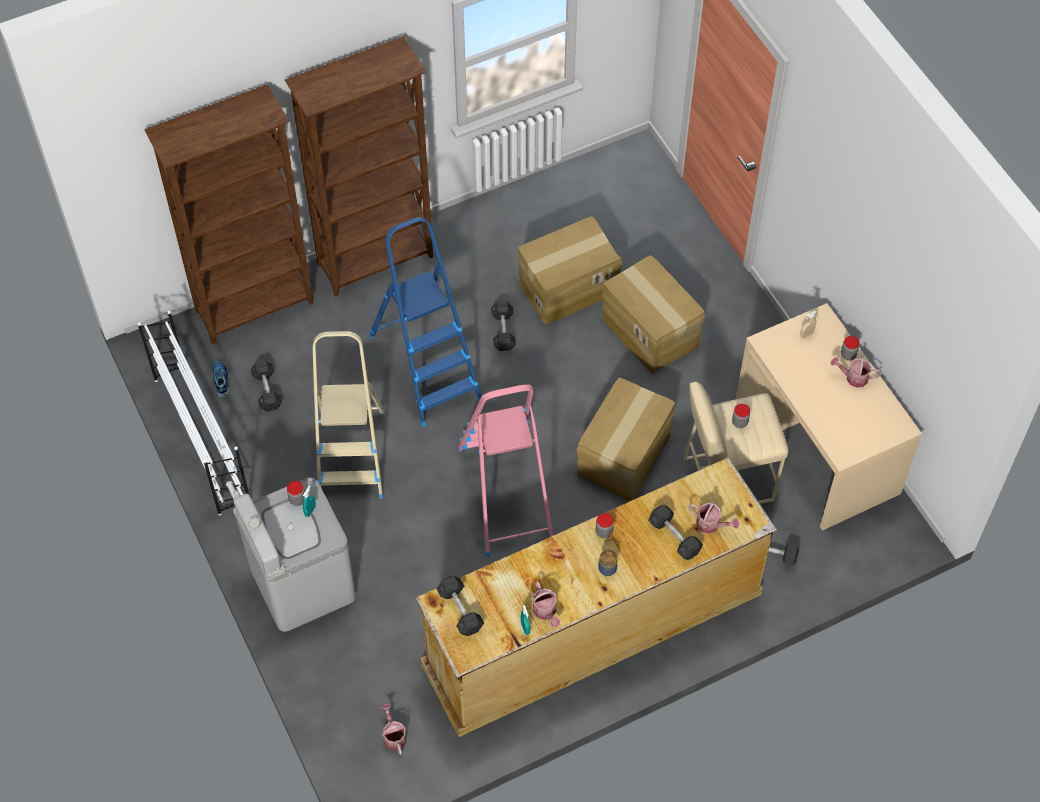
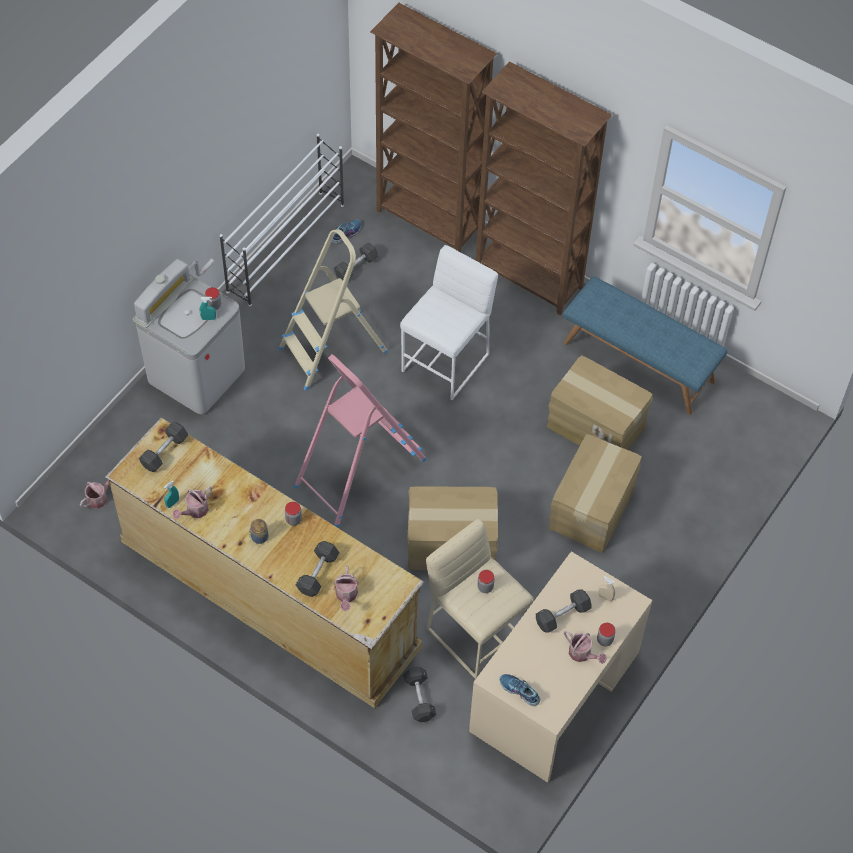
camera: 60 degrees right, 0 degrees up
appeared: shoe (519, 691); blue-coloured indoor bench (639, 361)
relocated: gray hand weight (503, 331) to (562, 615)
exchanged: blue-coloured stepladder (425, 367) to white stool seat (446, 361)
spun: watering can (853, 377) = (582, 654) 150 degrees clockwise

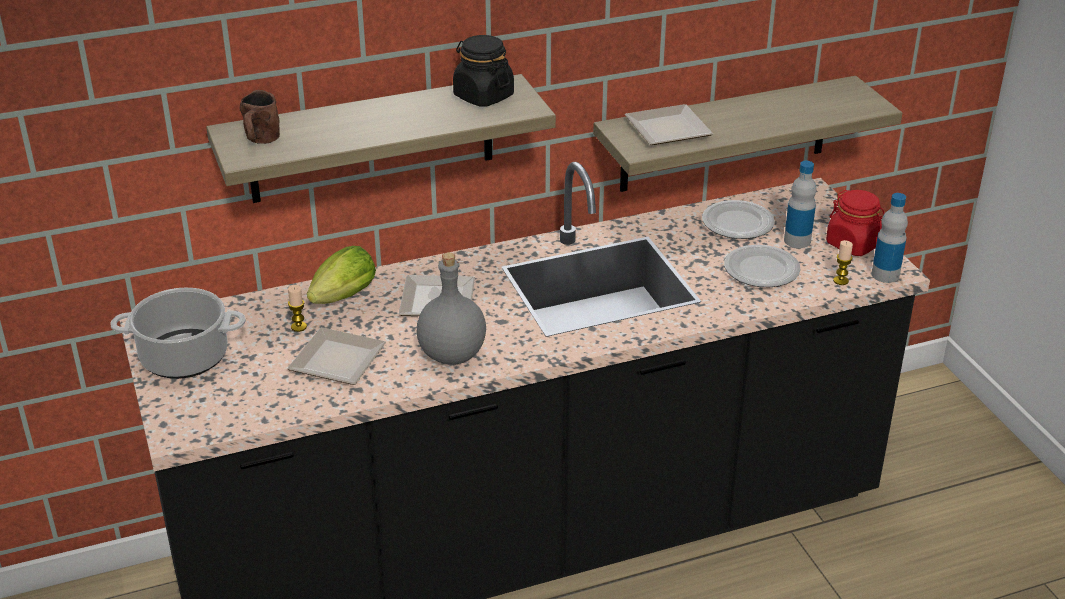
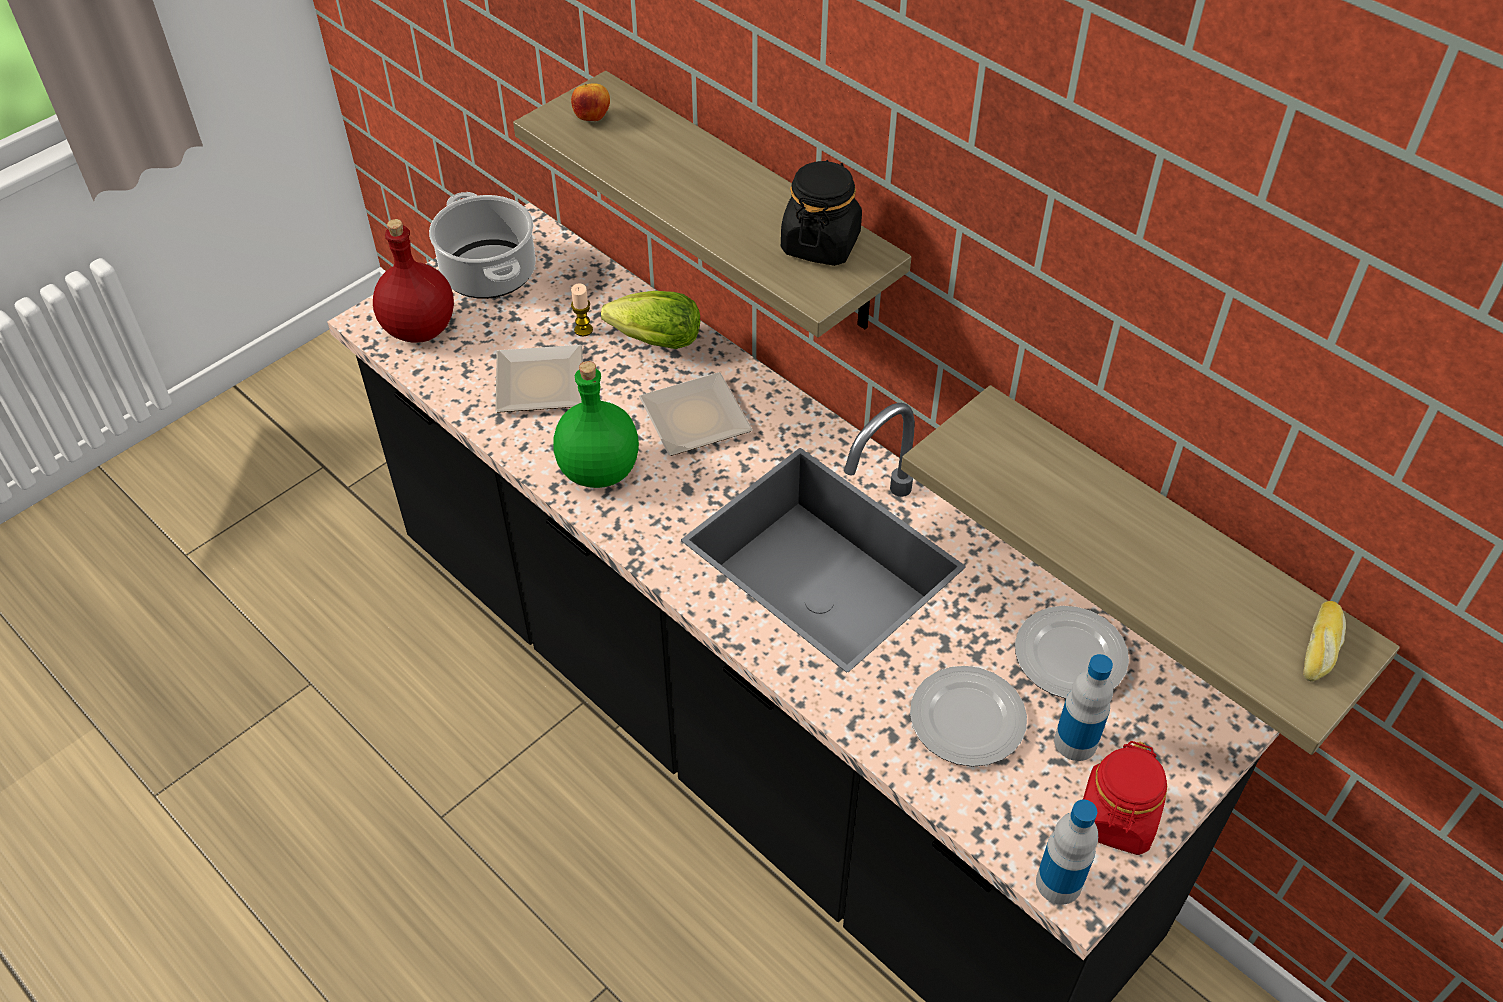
camera: 65 degrees right, 15 degrees up
missing: flat dish (669, 128); candle (840, 281)
appeared: red bottle (418, 328); bread (1322, 647)
exchanged: brown-coloured mug (260, 141) to apple fruit (592, 118)
colour: gray bottle (453, 354) to green-coloured bottle (600, 471)

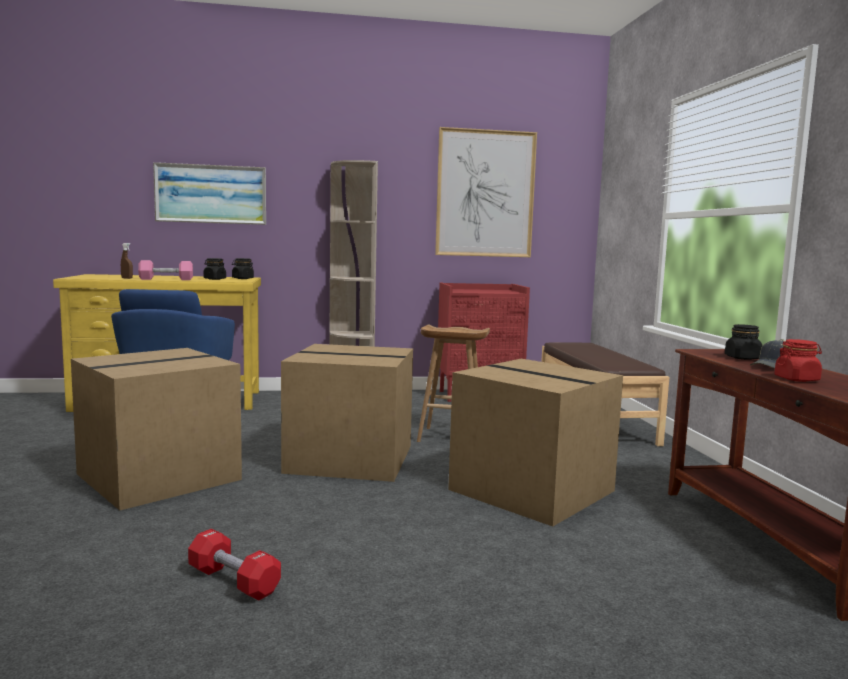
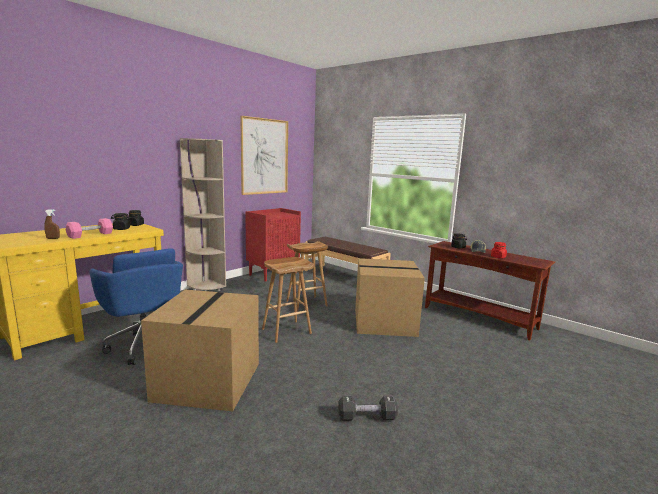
camera: 40 degrees left, 5 degrees up
missing: wall art (211, 194)
exchanged: cardboard box (352, 458) to brown-coloured stool seat (287, 331)
colour: red hand weight (234, 581) to black-coloured hand weight (367, 417)

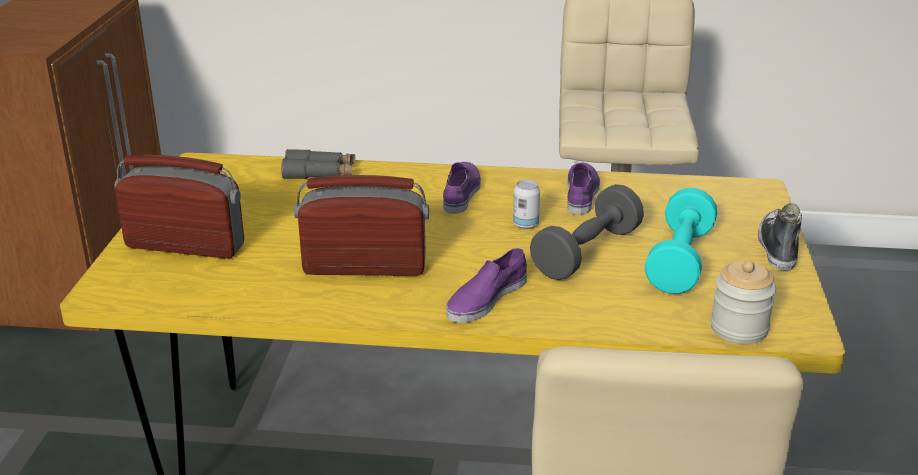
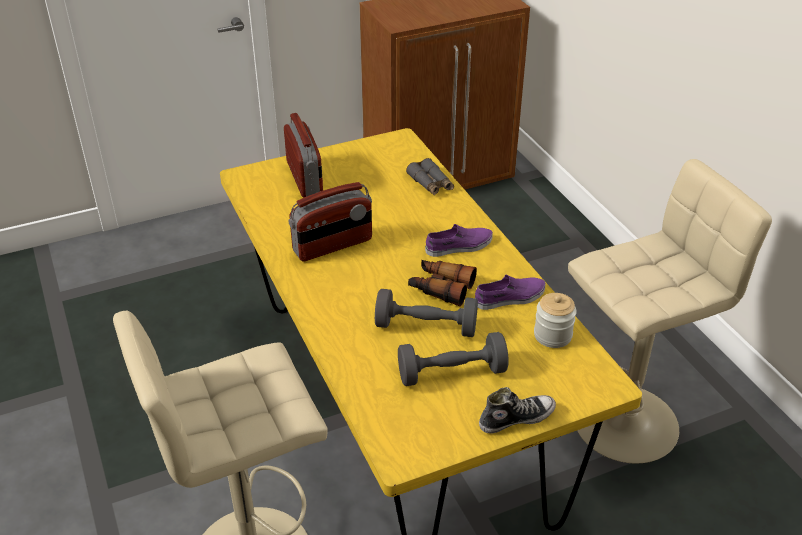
camera: 60 degrees right, 10 degrees up
missing: purple-coloured shoe (486, 298)
relocated: preserve jar (738, 329) to (552, 335)
exchanged: metal can (525, 224) to field glasses (440, 288)
colour: blue-green hand weight (679, 261) to gray hand weight (451, 373)
spun: radio set (364, 267) = (333, 246) 90 degrees clockwise

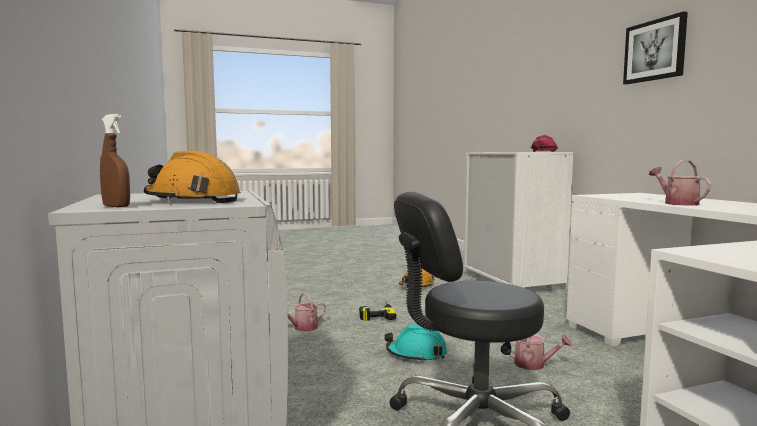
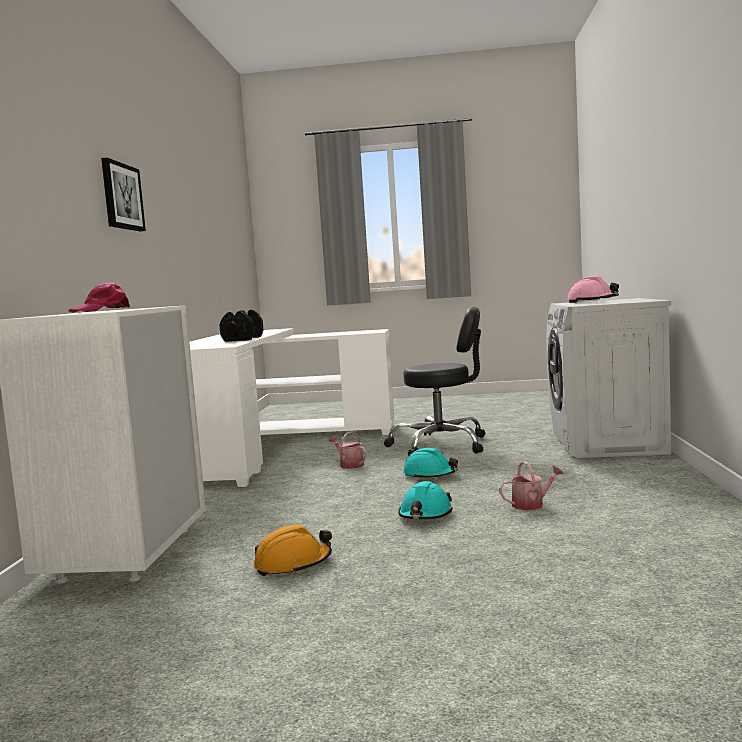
camera: 155 degrees left, 0 degrees up
missing: brown-coloured spray bottle (116, 206)
exchanged: watering can (677, 203) to black-coloured hand weight (242, 339); drill (376, 314) to blue-green hard hat (425, 515)
colour: orange-coloured hard hat (192, 200) to pink hard hat (592, 302)

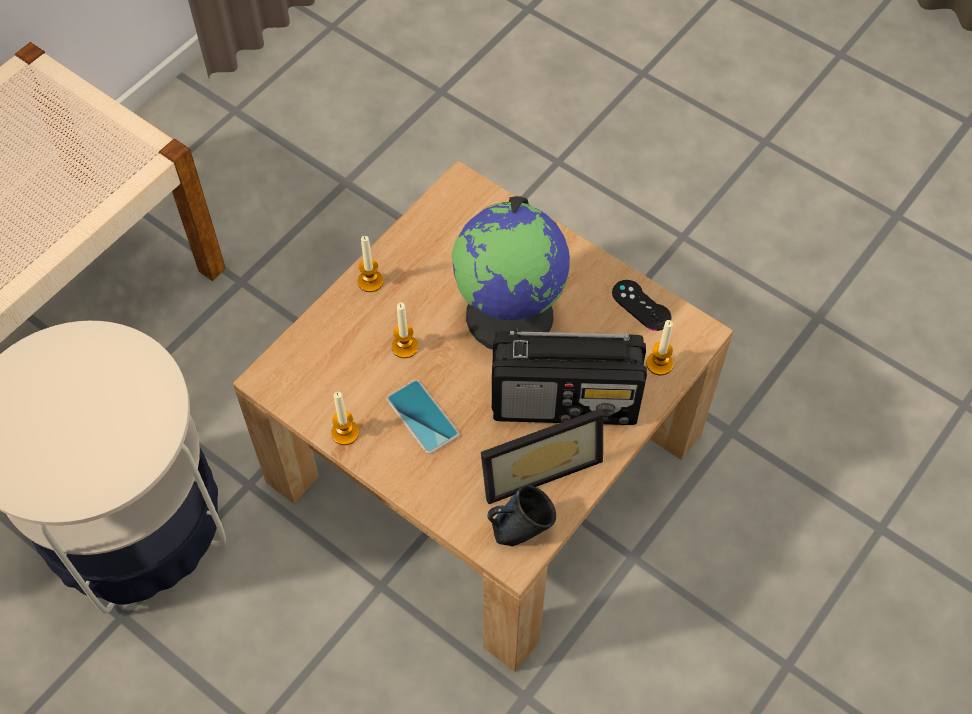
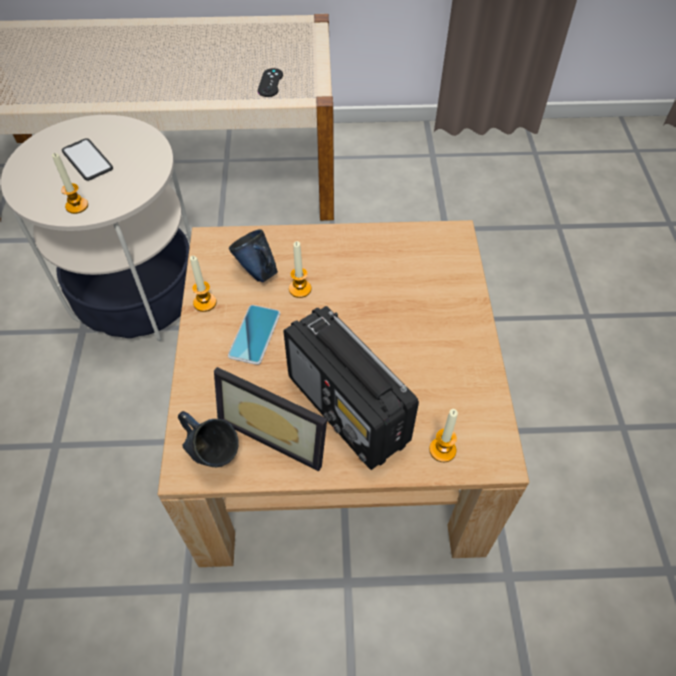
camera: 50 degrees right, 5 degrees down
missing: world globe (511, 315)
appeared: handset (87, 160); blue-coloured mug (257, 273)
relocated: candle (370, 281) to (77, 206); black-coloured game controller (641, 305) to (270, 83)

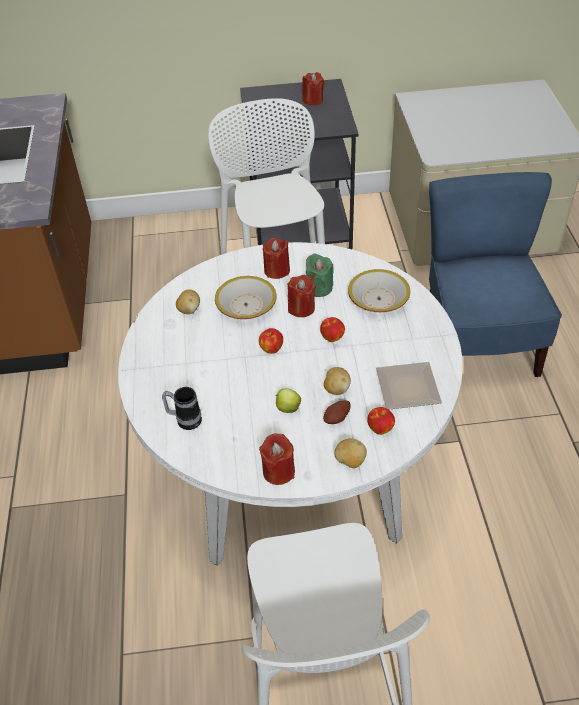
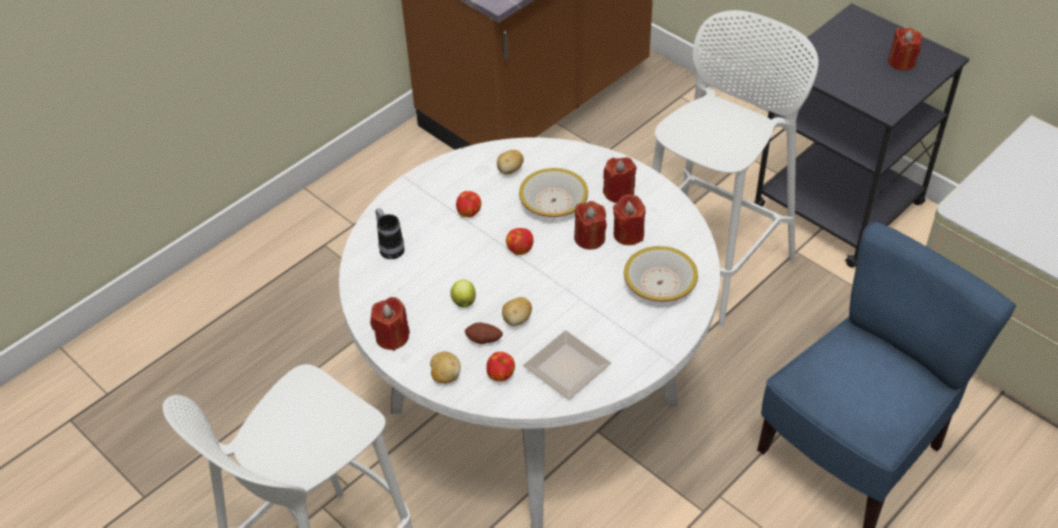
camera: 50 degrees right, 0 degrees up
relocated: apple fruit (332, 337) to (469, 213)
colour: green-coloured candle (319, 288) to red candle (628, 234)

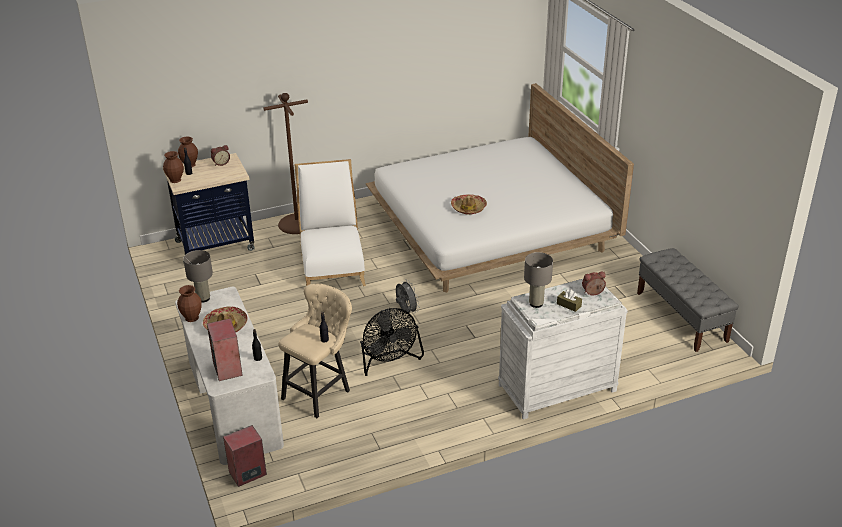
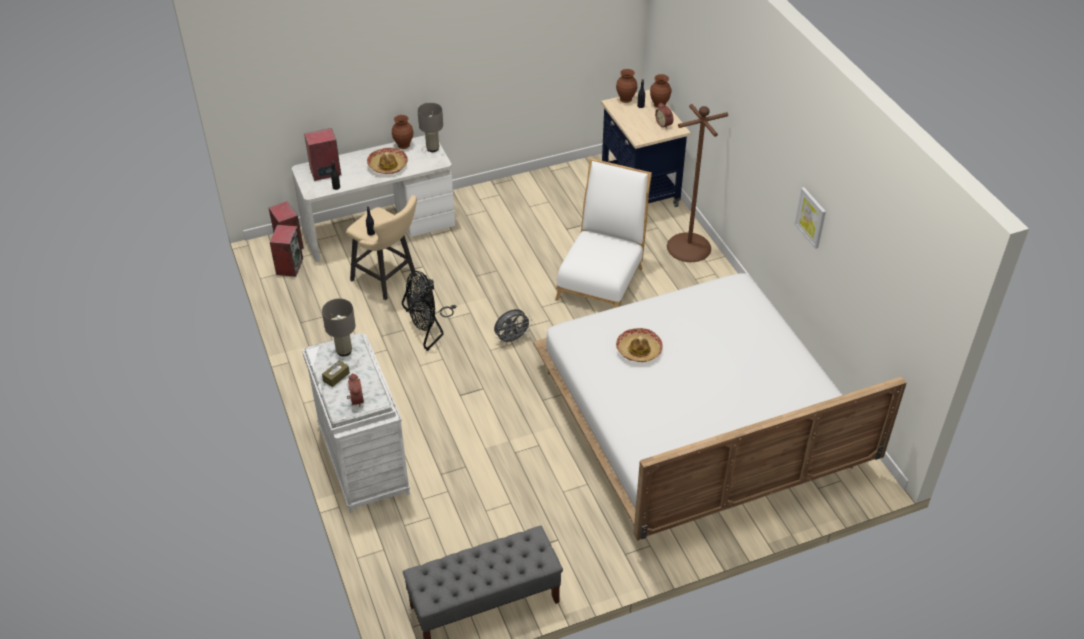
camera: 90 degrees right, 10 degrees up
appeared: audio speaker (289, 266); wall art (811, 217)
spun: white plain chair (332, 266) = (601, 279) 60 degrees counterclockwise

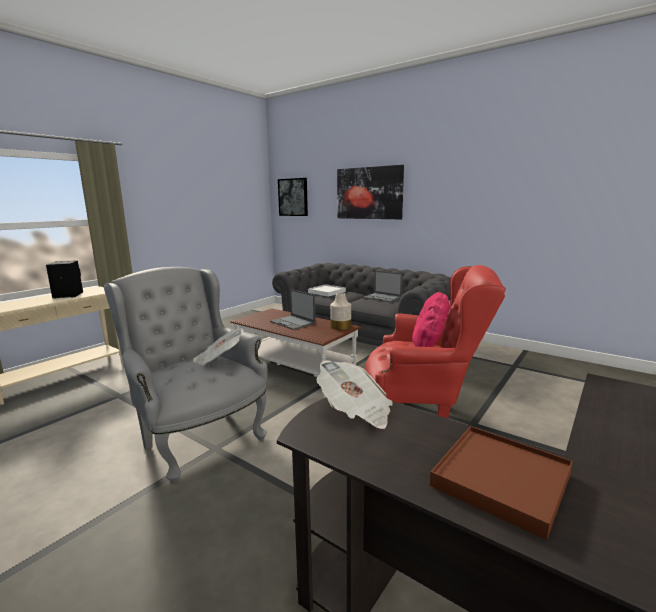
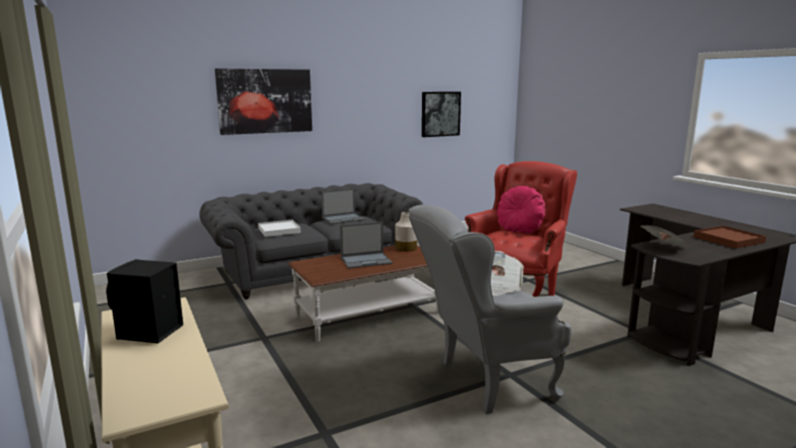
camera: 65 degrees left, 0 degrees up
relocated: wall art (293, 197) to (440, 114)

